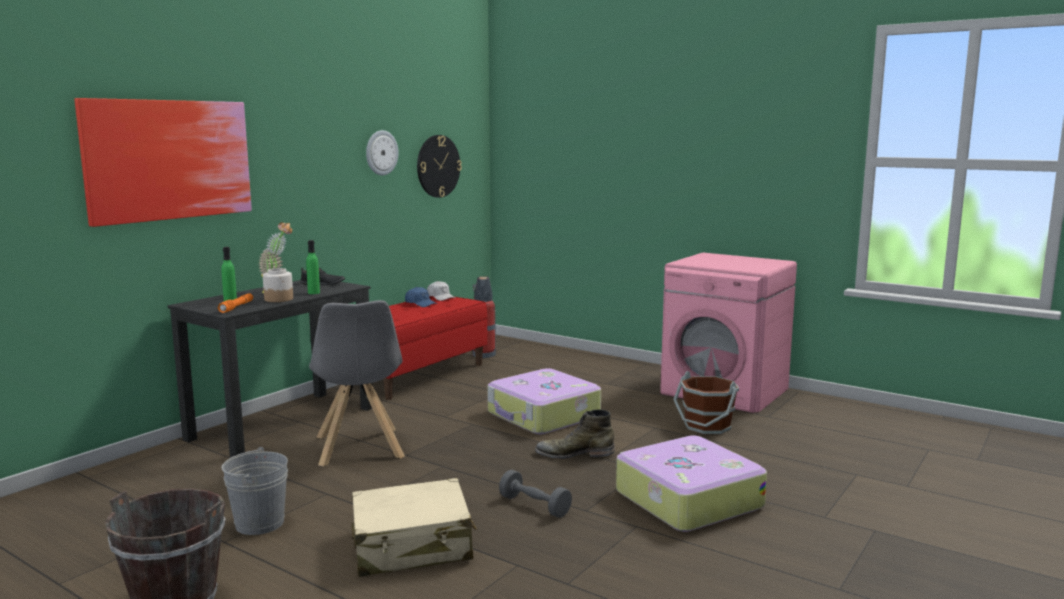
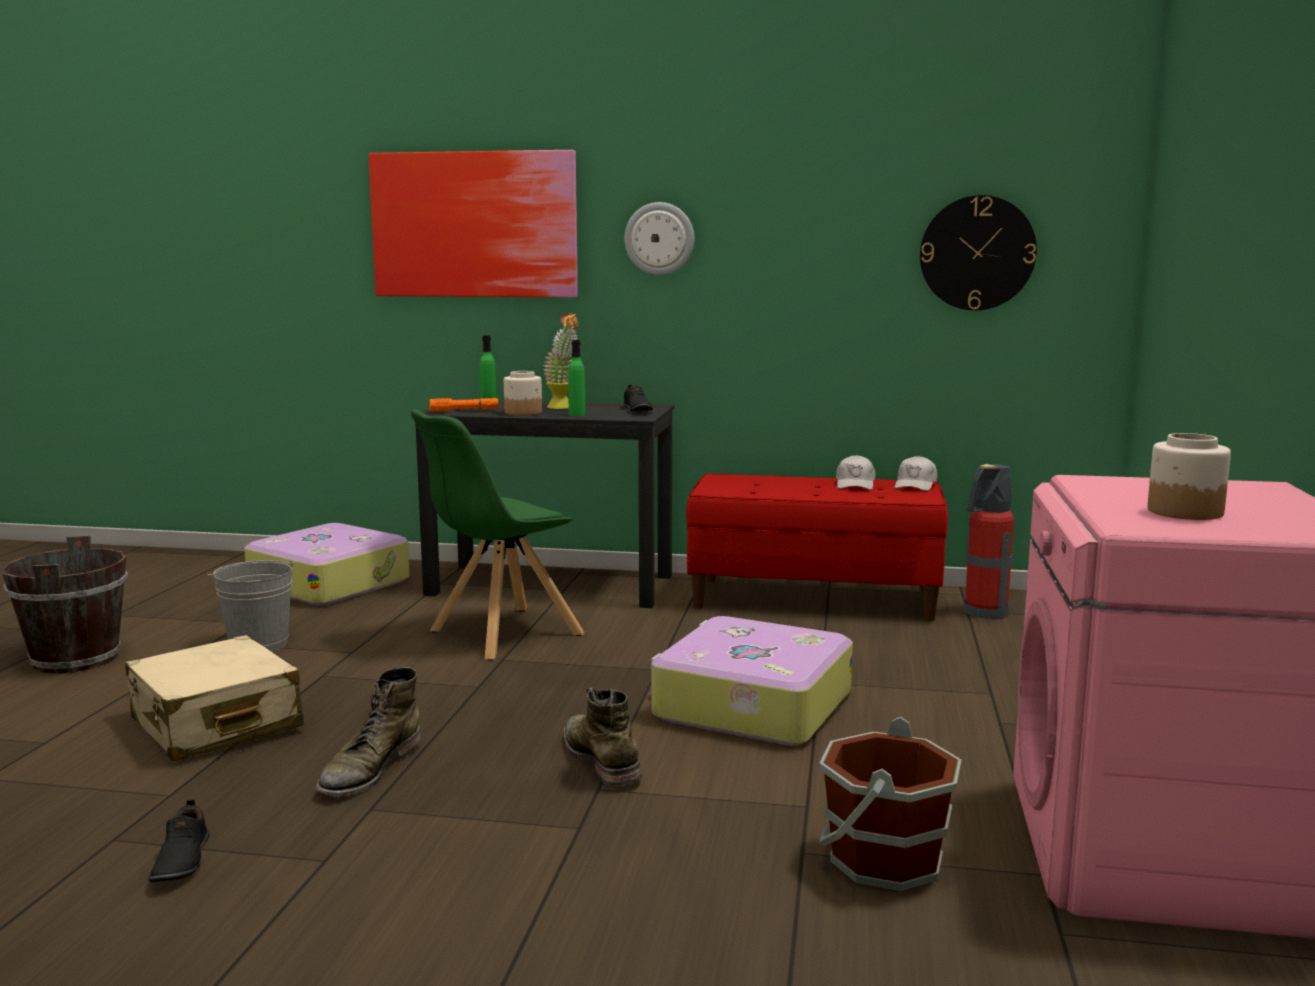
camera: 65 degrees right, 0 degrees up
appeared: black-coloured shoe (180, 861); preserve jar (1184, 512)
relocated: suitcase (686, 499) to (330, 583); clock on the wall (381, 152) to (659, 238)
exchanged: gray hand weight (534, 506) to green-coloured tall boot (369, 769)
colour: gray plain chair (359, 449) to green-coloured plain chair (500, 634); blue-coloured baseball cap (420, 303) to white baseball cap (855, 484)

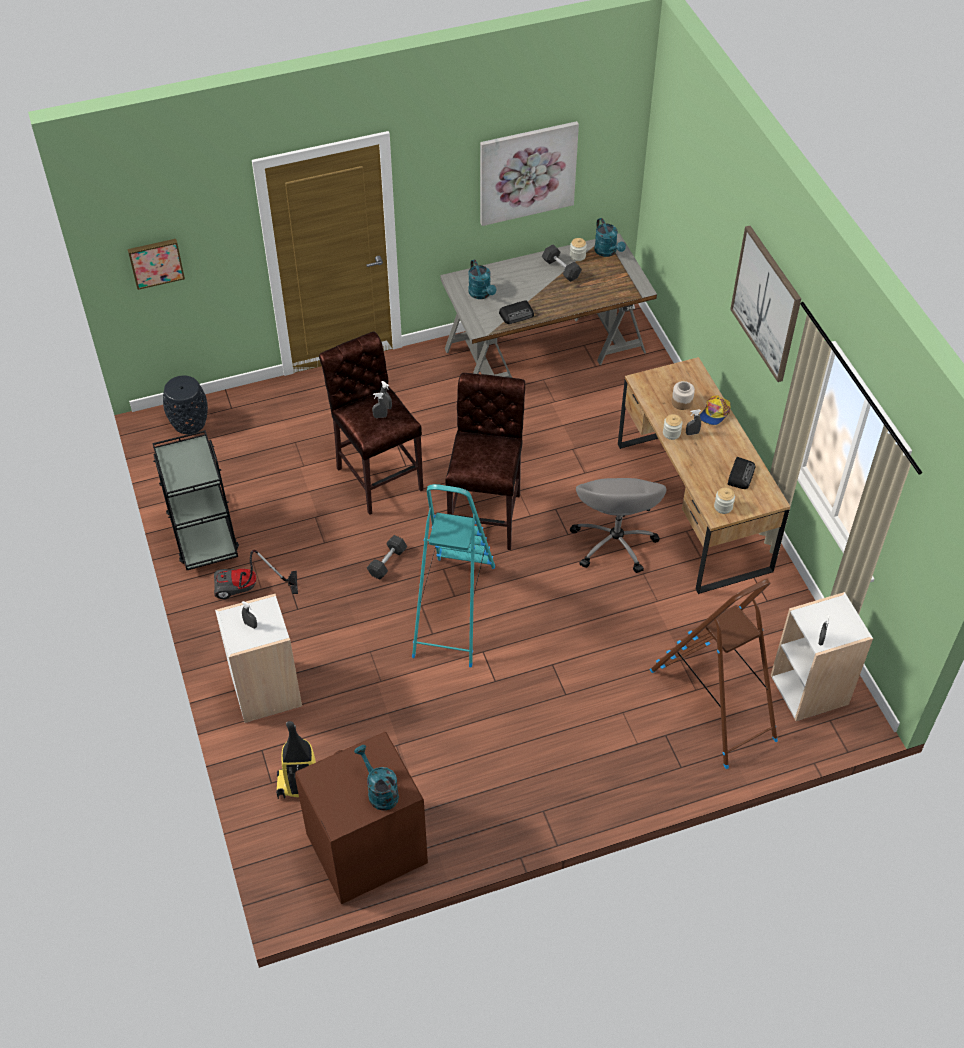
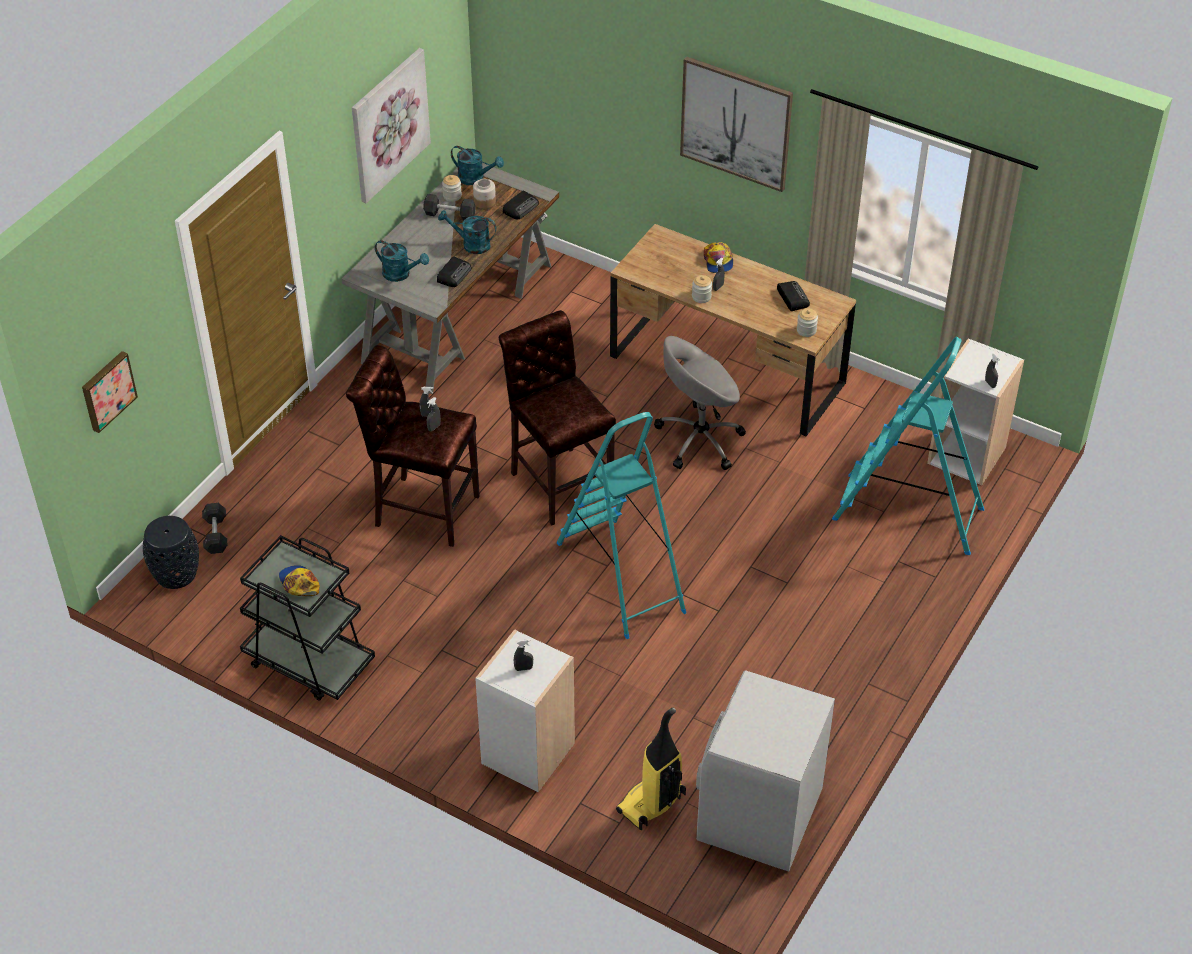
camera: 40 degrees left, 5 degrees down
missing: vacuum cleaner (248, 589)
appeared: baseball cap (299, 583); radio set (521, 207)
relocated: gray hand weight (387, 562) to (216, 535); blue-green watering can (379, 791) to (471, 245); preserve jar (681, 402) to (484, 202)
colour: brown-coloured laundry machine (365, 846) to white laundry machine (757, 813); brown-coloured stepladder (711, 704) to blue-green stepladder (907, 514)
spun: gray office chair (614, 545) = (697, 440) 105 degrees clockwise

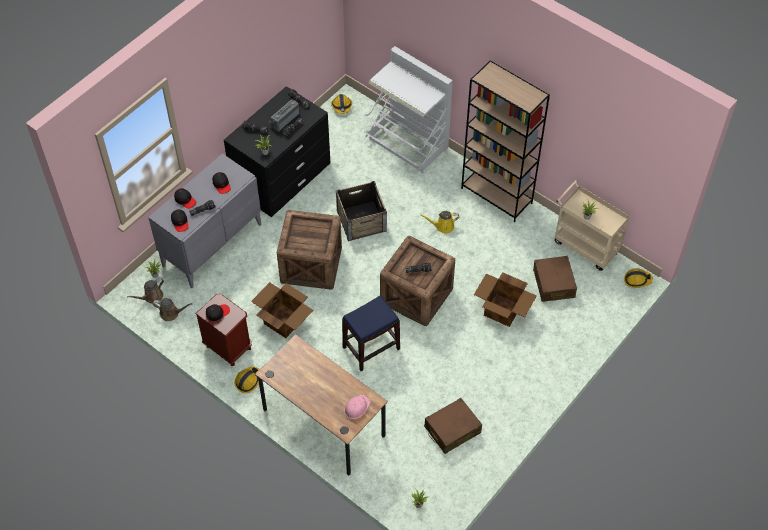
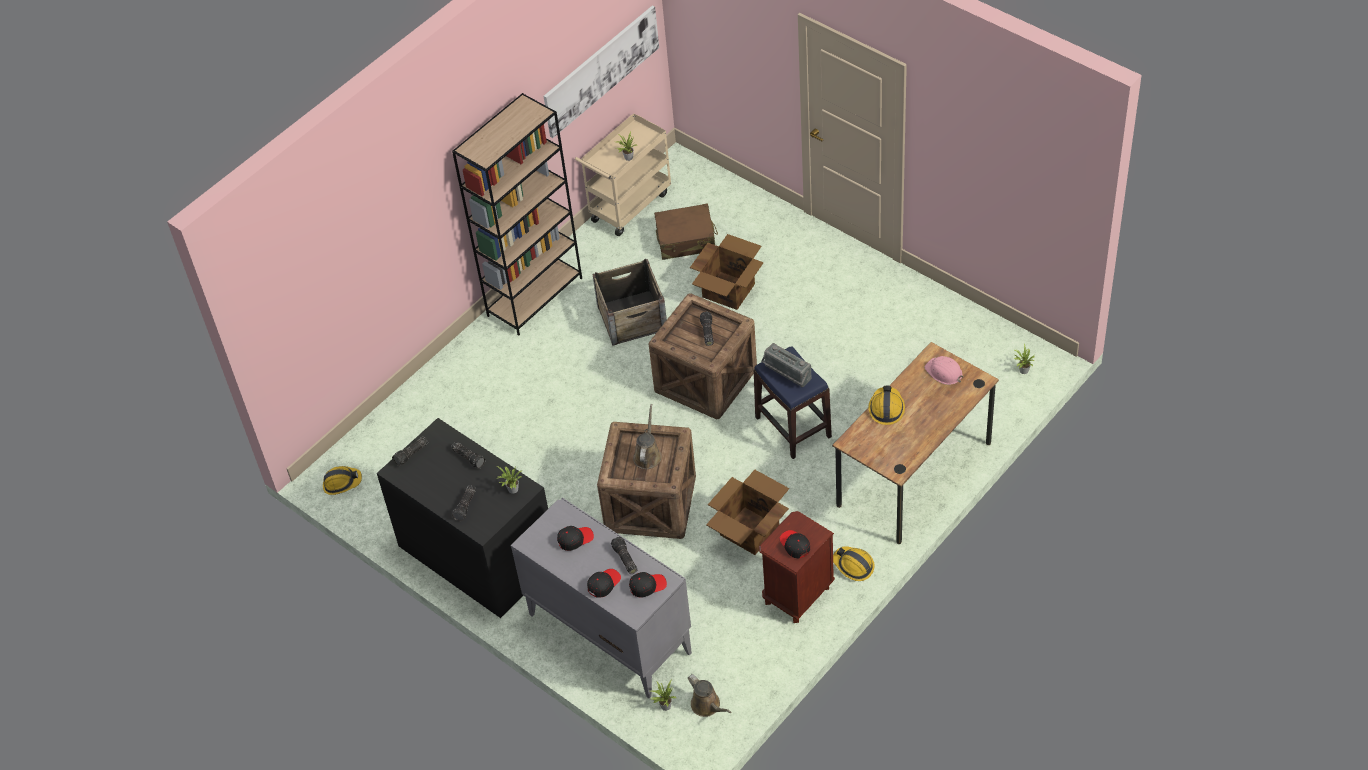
camera: 85 degrees left, 5 degrees down
missing: white shoe shelf (405, 147); yellow watering can (443, 226); brown-coloured suitcase (452, 430)
appeared: wall art (601, 70)
relocated: shipping crate (361, 220) to (631, 317); brown-coloured watering can (171, 313) to (647, 455); radio set (284, 119) to (786, 374); hard hat (637, 280) to (886, 408)

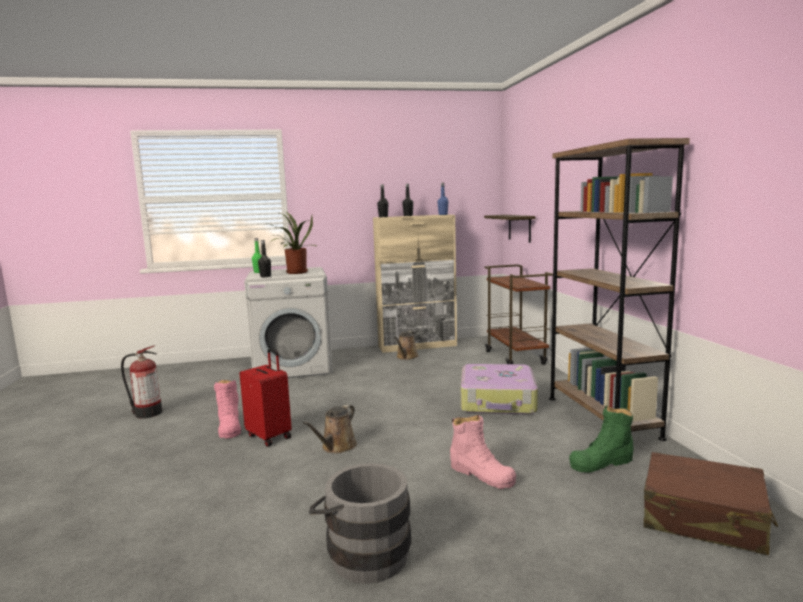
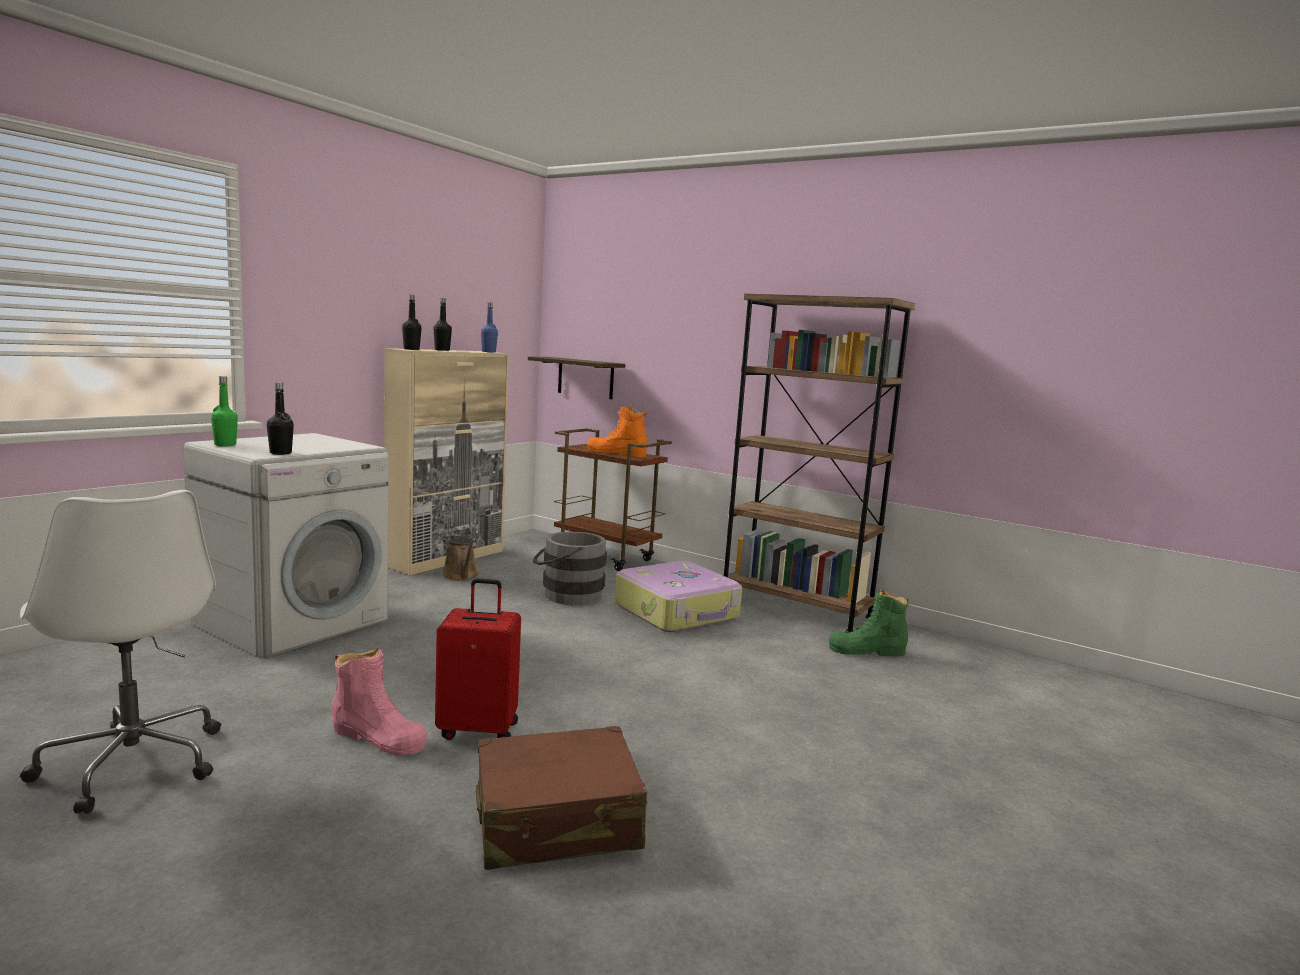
camera: 45 degrees left, 0 degrees up
missing: houseplant (294, 273); brown-coloured watering can (337, 447); pink tall boot (482, 474)
appeared: orange-coloured tall boot (616, 453)
relocated: brown-coloured suitcase (703, 518) to (557, 821); gray water bucket (363, 553) to (567, 595)
exchanged: fire extinguisher (147, 413) to white office chair (133, 767)
spun: green-coloured tall boot (601, 462) = (867, 651) 60 degrees clockwise

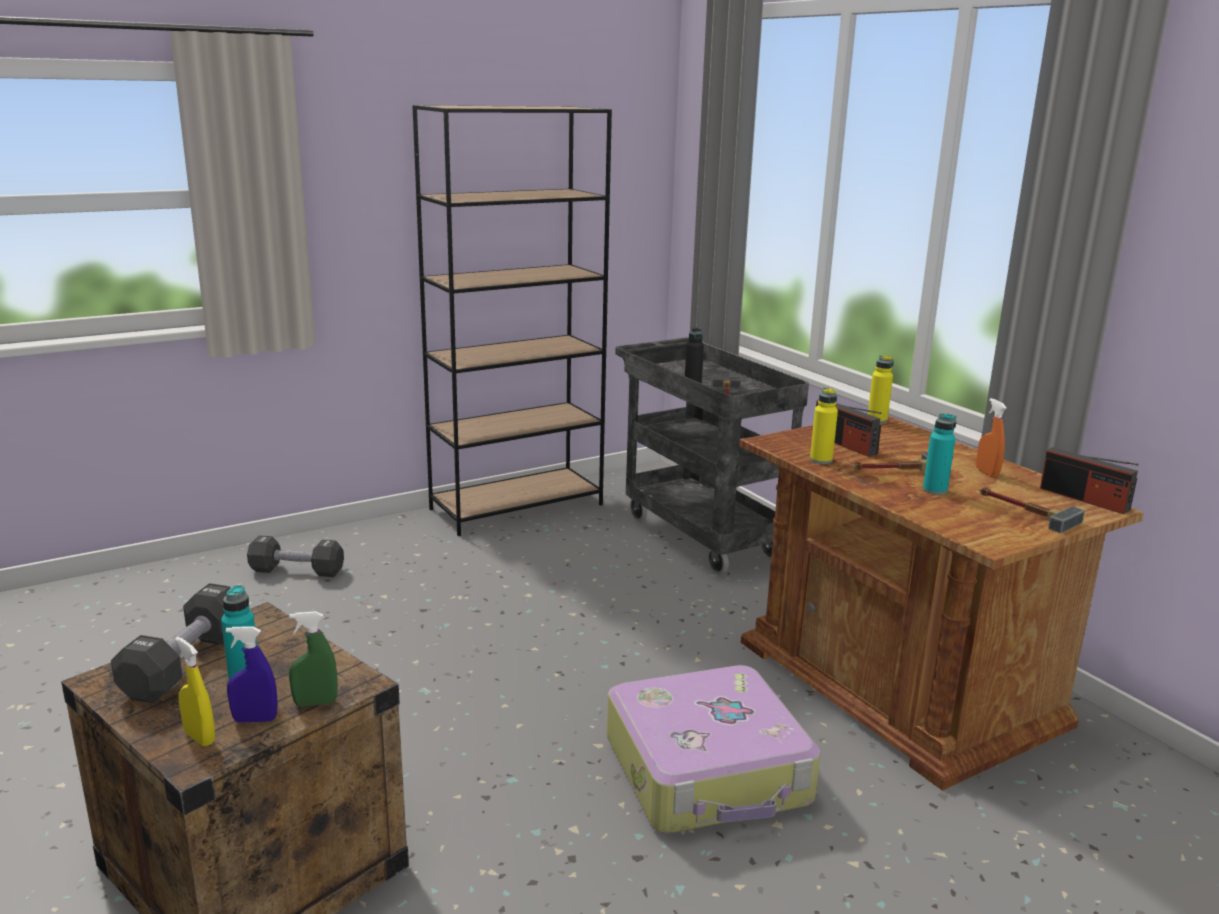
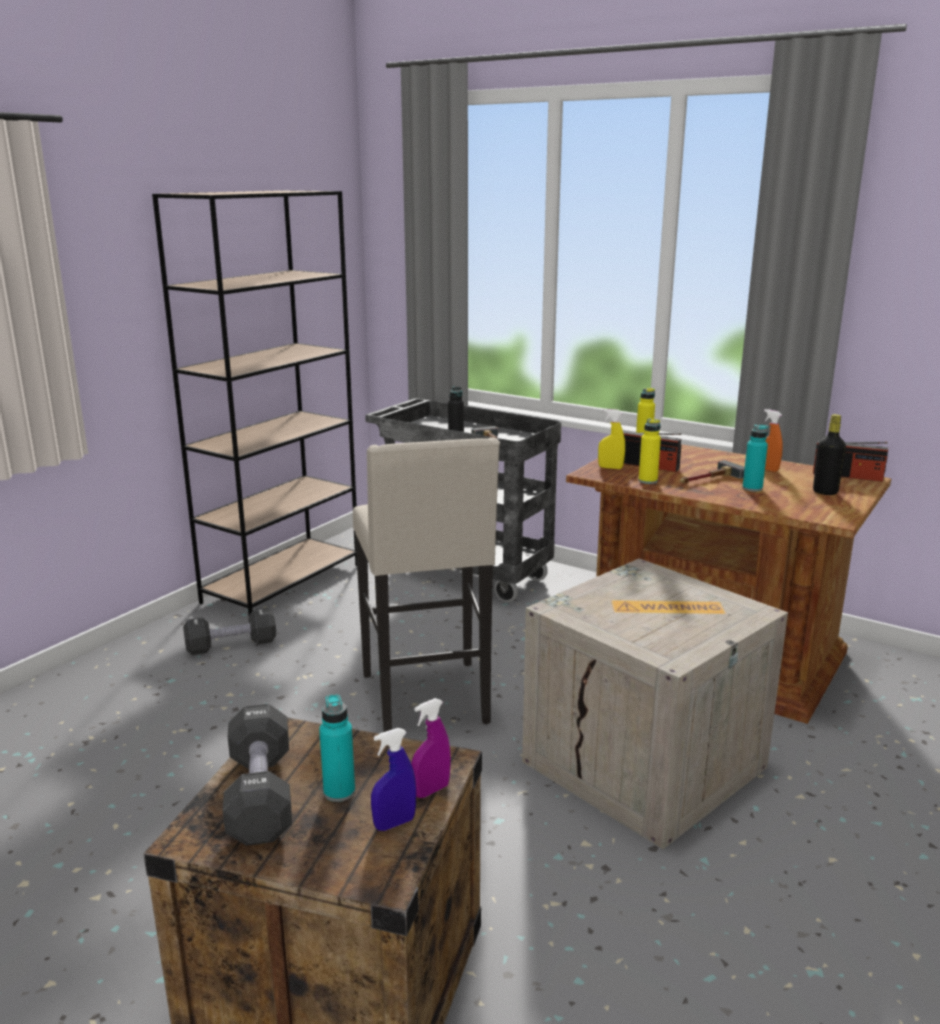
camera: 25 degrees left, 0 degrees up
appeared: beige-coloured stool seat (428, 700)
relocated: black-coloured hand weight (297, 571) to (231, 645); yellow spray bottle (199, 737) to (610, 468)
exchanged: suitcase (709, 771) to shipping crate (643, 762); hammer (1023, 511) to black-coloured bottle (825, 492)
colour: green-coloured spray bottle (315, 703) to purple-coloured spray bottle (431, 790)

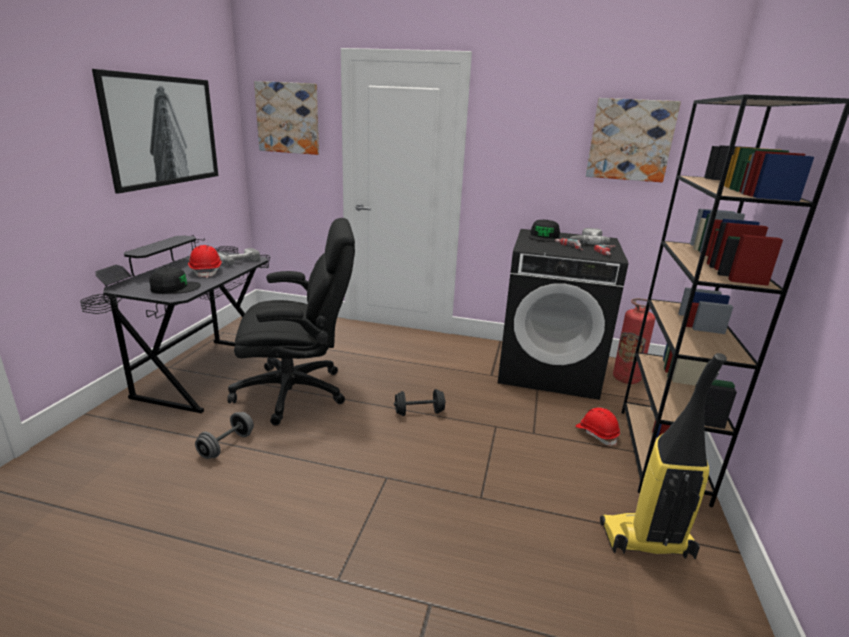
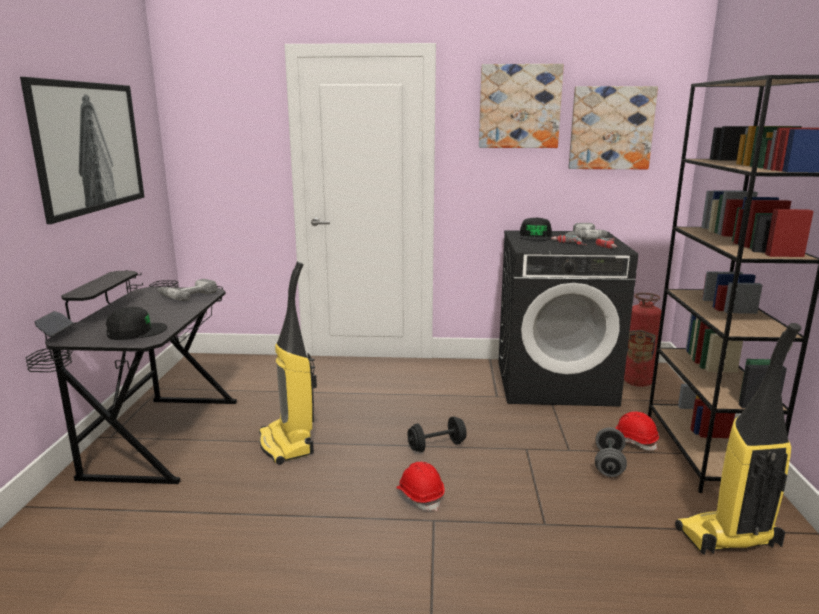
camera: 10 degrees left, 5 degrees down
relocated: red hard hat (206, 271) to (420, 496); wall art (288, 118) to (519, 106); gray hand weight (226, 445) to (609, 464)
exchanged: black-coloured office chair (299, 393) to vacuum cleaner (288, 444)

